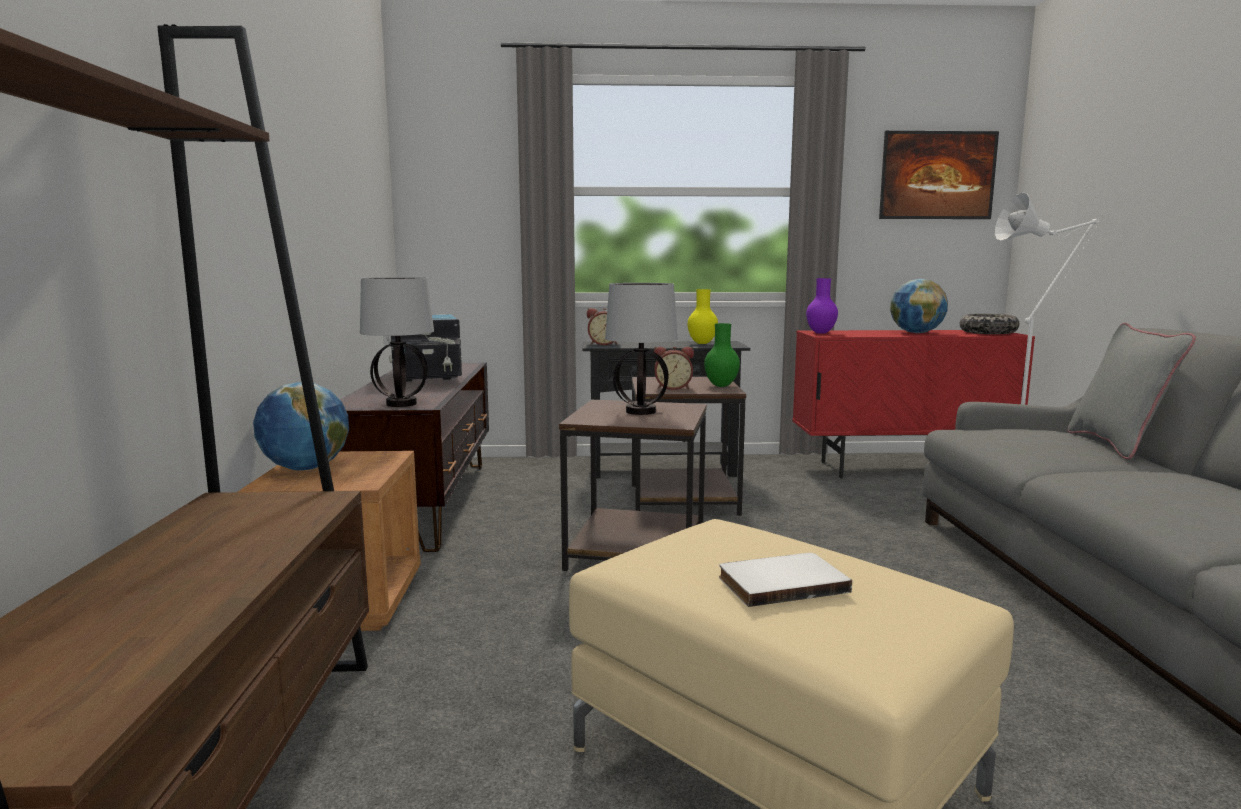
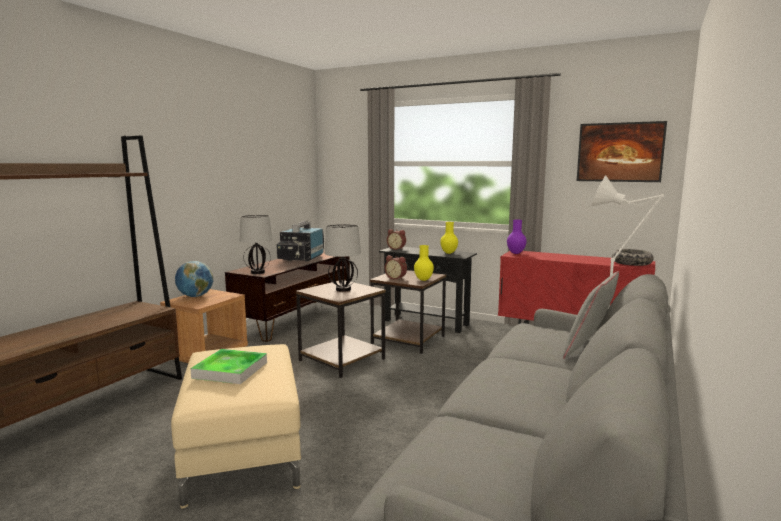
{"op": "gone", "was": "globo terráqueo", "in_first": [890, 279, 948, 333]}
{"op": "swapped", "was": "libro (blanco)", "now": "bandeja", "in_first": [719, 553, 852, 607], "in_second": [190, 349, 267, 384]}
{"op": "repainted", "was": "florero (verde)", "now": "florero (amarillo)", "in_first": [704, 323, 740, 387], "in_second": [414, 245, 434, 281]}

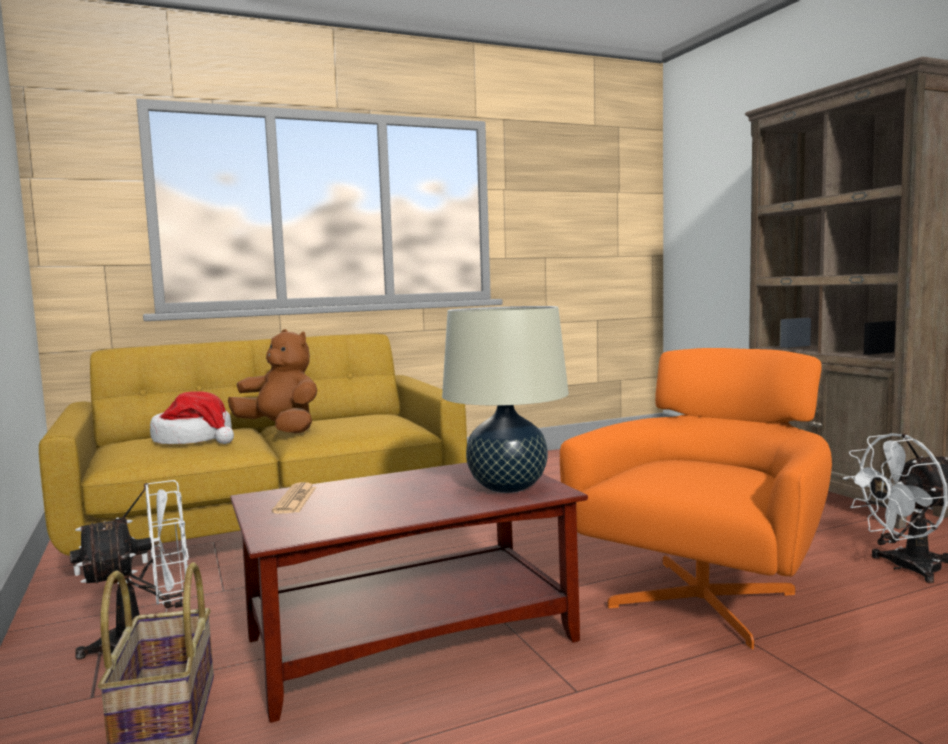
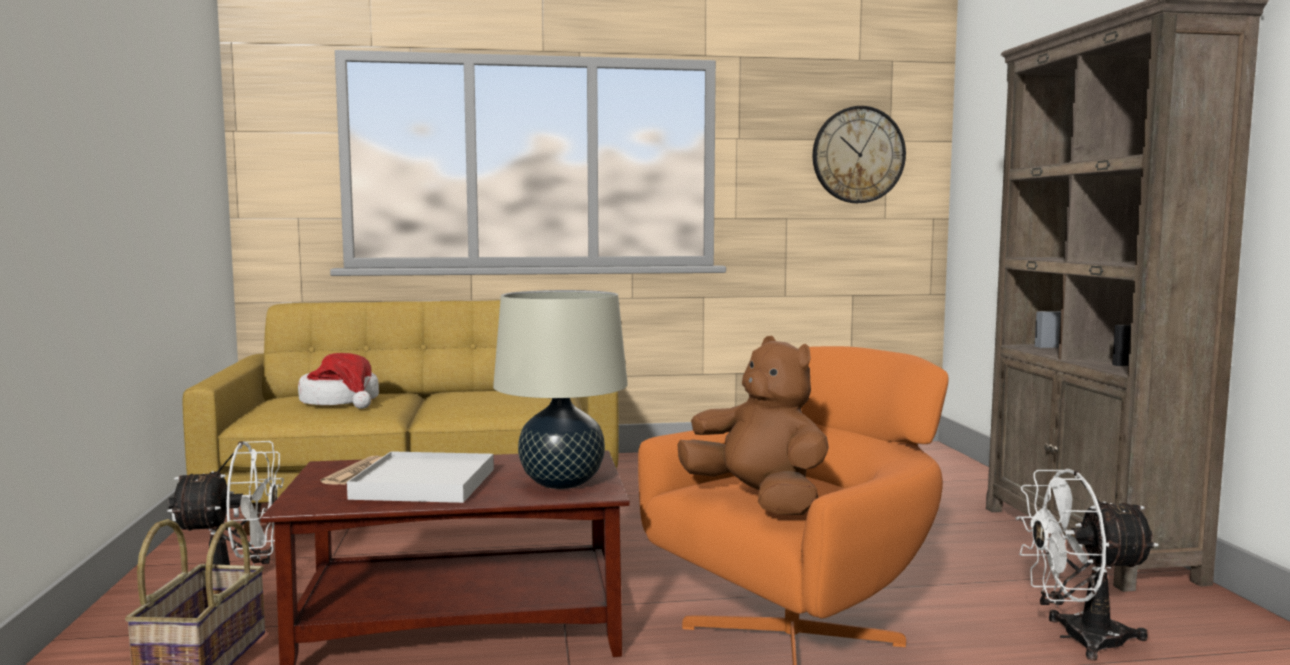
{"op": "new", "now": "bandeja (blanco)", "in_second": [347, 451, 494, 503]}
{"op": "new", "now": "reloj de pared", "in_second": [813, 106, 906, 203]}
{"op": "shifted", "was": "peluche (marrón)", "in_first": [228, 329, 317, 434], "in_second": [678, 336, 829, 515]}

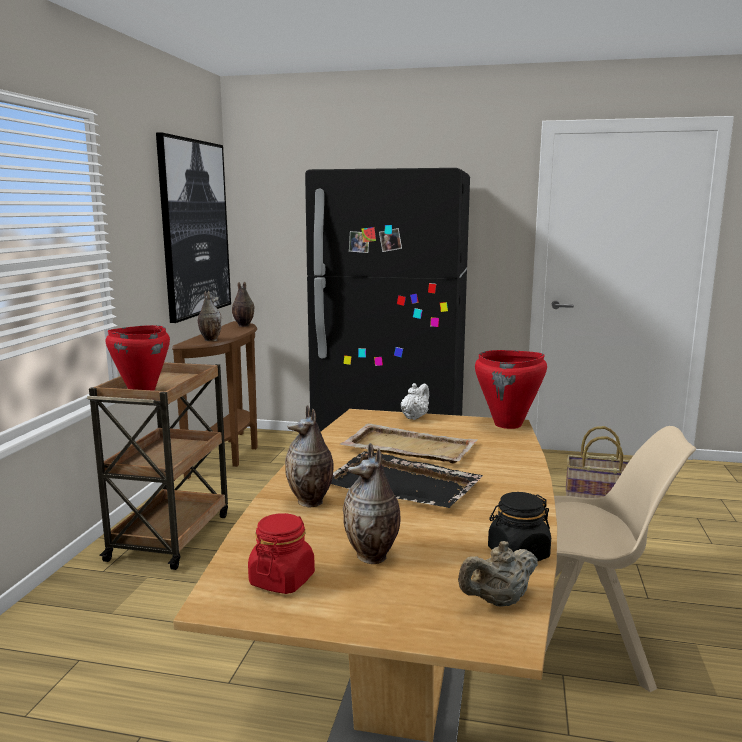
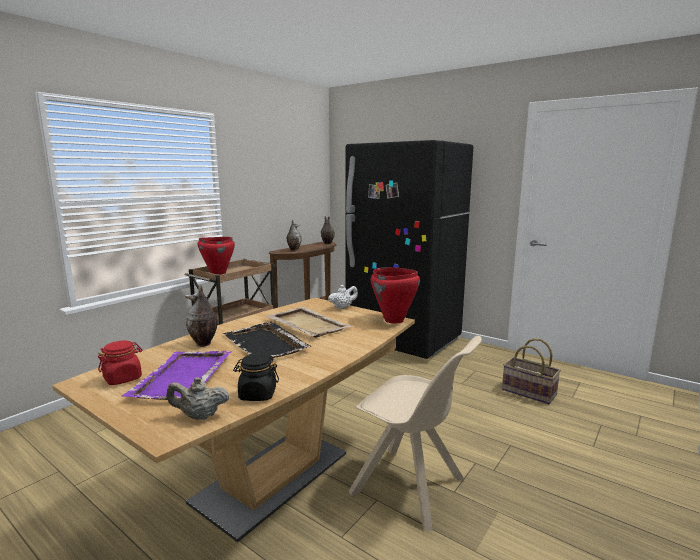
{"op": "gone", "was": "cuadro", "in_first": [156, 132, 231, 323]}
{"op": "swapped", "was": "florero", "now": "bandeja (morado)", "in_first": [343, 443, 400, 564], "in_second": [121, 351, 232, 400]}

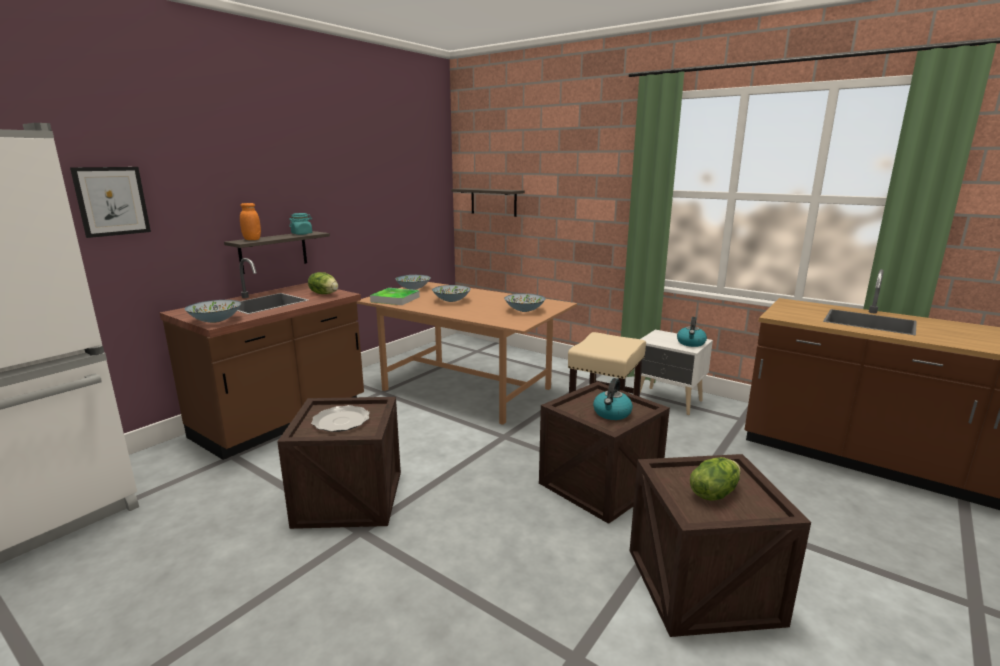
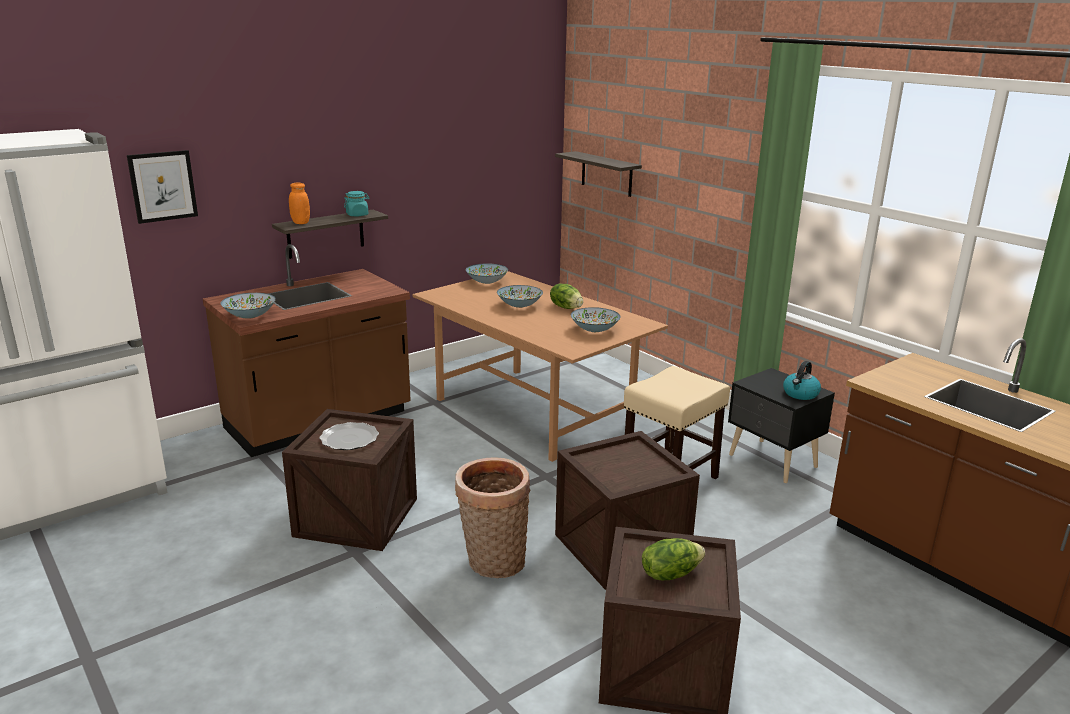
{"op": "gone", "was": "bandeja", "in_first": [370, 288, 420, 305]}
{"op": "gone", "was": "hervidor", "in_first": [593, 378, 633, 420]}
{"op": "new", "now": "cesta", "in_second": [455, 458, 531, 578]}
{"op": "shifted", "was": "lechuga", "in_first": [308, 272, 338, 294], "in_second": [550, 284, 583, 309]}
{"op": "repainted", "was": "mesita de noche (blanco)", "now": "mesita de noche (negro)", "in_first": [634, 330, 713, 415], "in_second": [728, 368, 835, 483]}

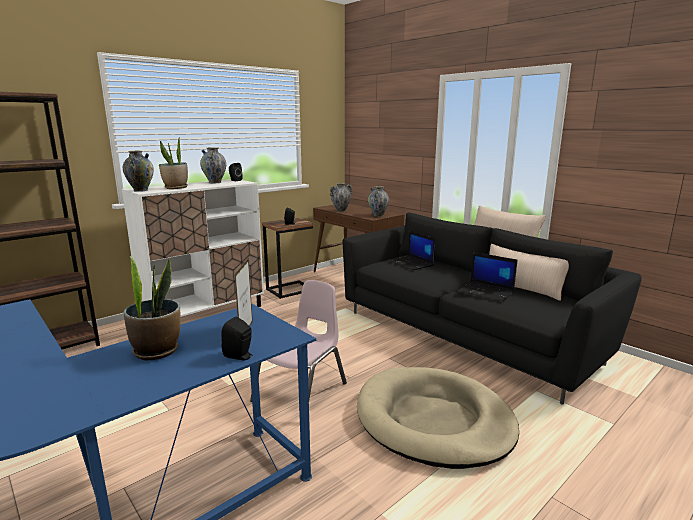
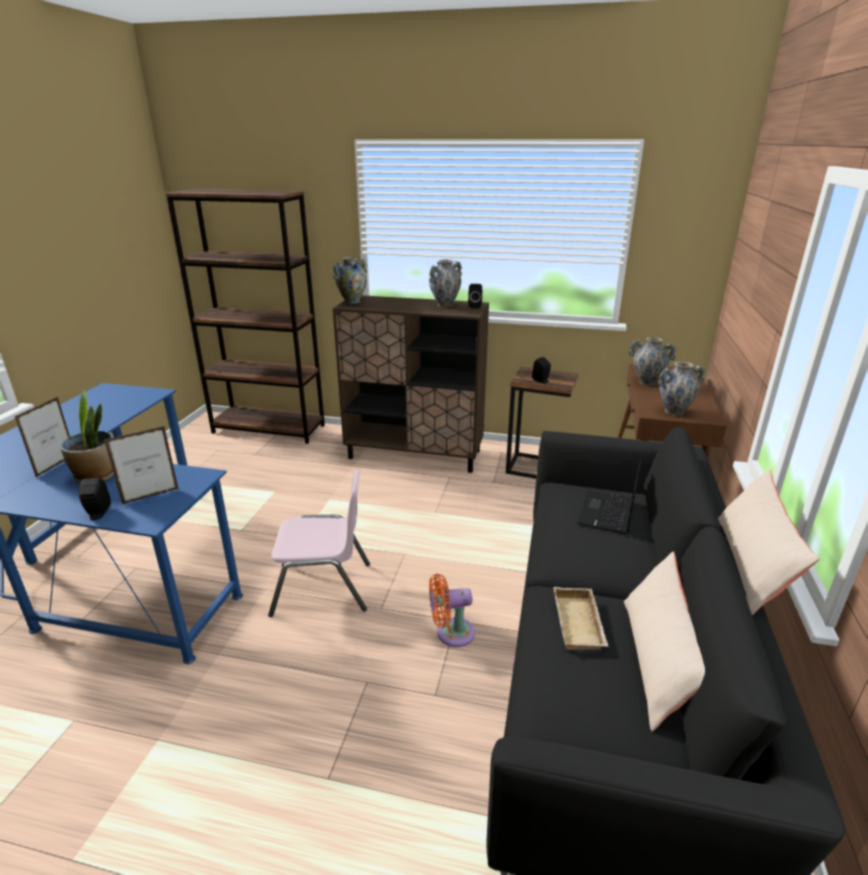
{"op": "gone", "was": "planta en maceta", "in_first": [159, 138, 188, 189]}
{"op": "gone", "was": "cama para perro (beis)", "in_first": [357, 367, 519, 469]}
{"op": "new", "now": "portarretratos", "in_second": [15, 397, 70, 477]}
{"op": "new", "now": "ventilador (naranja)", "in_second": [429, 574, 475, 647]}
{"op": "swapped", "was": "portátil", "now": "bandeja (beis)", "in_first": [458, 252, 517, 302], "in_second": [554, 587, 608, 650]}
{"op": "repainted", "was": "armario (blanco)", "now": "armario (marrón)", "in_first": [122, 179, 264, 317], "in_second": [333, 295, 489, 473]}

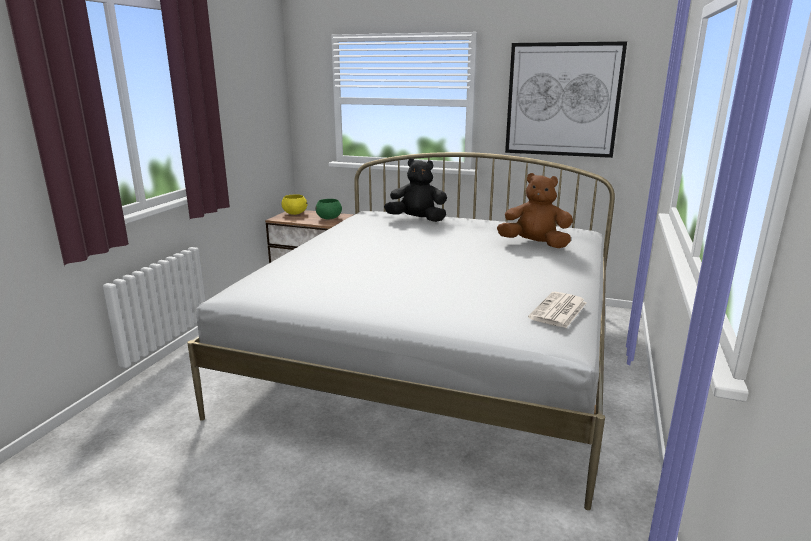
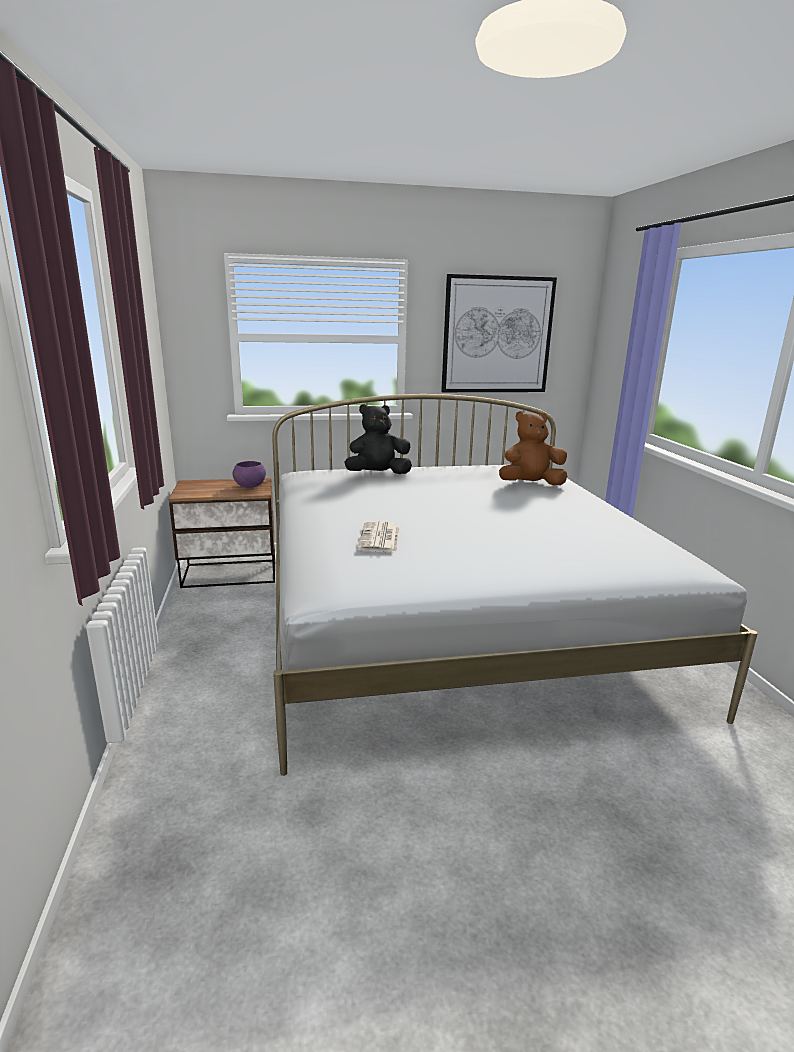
{"op": "gone", "was": "cuenco (amarillo)", "in_first": [281, 195, 307, 215]}
{"op": "shifted", "was": "periódico", "in_first": [528, 292, 587, 328], "in_second": [357, 521, 400, 553]}
{"op": "repainted", "was": "cuenco (verde)", "now": "cuenco (morado)", "in_first": [316, 199, 342, 220], "in_second": [232, 461, 266, 488]}

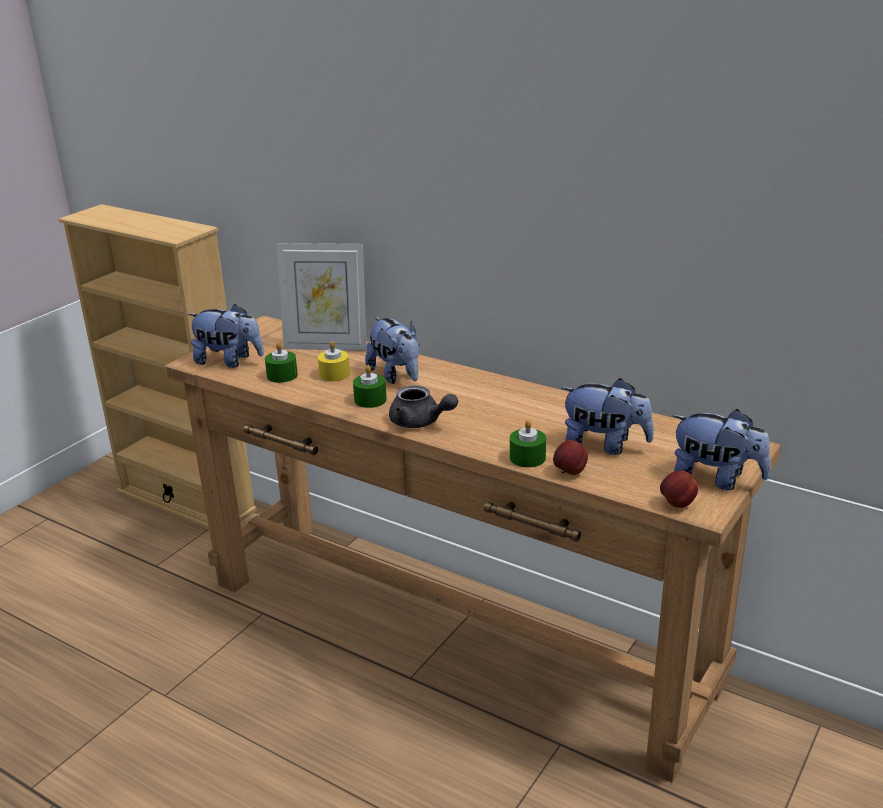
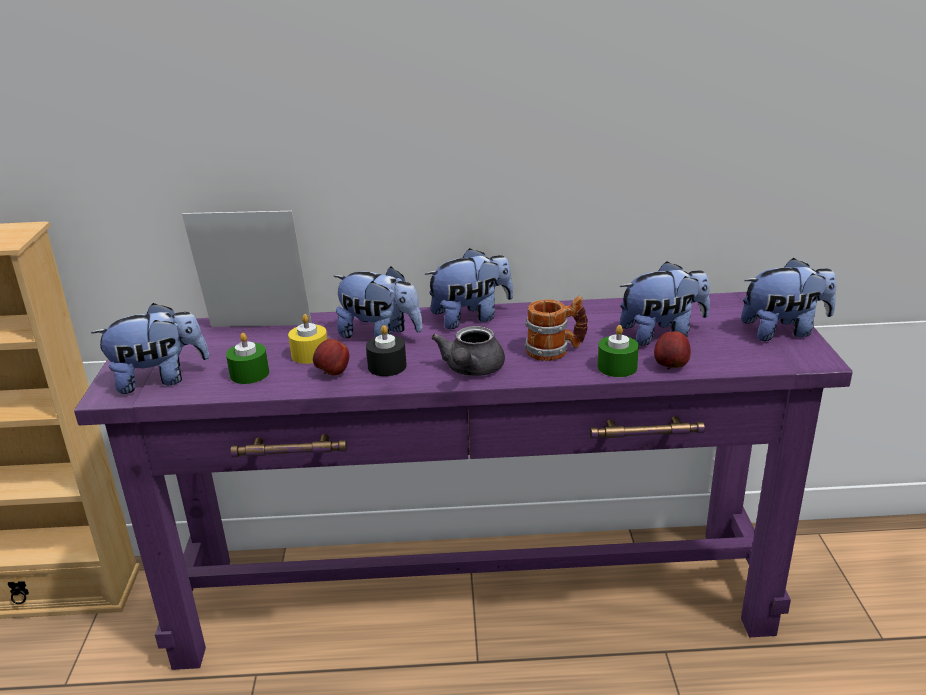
{"op": "new", "now": "peluche", "in_second": [425, 248, 513, 329]}
{"op": "new", "now": "taza grande", "in_second": [525, 296, 588, 361]}
{"op": "shifted", "was": "manzana", "in_first": [660, 470, 699, 508], "in_second": [313, 339, 349, 376]}
{"op": "repainted", "was": "mesa consola (marrón)", "now": "mesa consola (morado)", "in_first": [165, 316, 781, 783], "in_second": [74, 292, 853, 670]}
{"op": "repainted", "was": "vela (verde)", "now": "vela (negro)", "in_first": [353, 365, 387, 408], "in_second": [366, 325, 407, 376]}
{"op": "rotated", "was": "portarretratos", "in_first": [277, 243, 367, 351], "in_second": [182, 211, 312, 327], "clockwise": -150}
{"op": "rotated", "was": "tetera (gris)", "in_first": [389, 385, 458, 428], "in_second": [431, 326, 505, 376], "clockwise": 105}

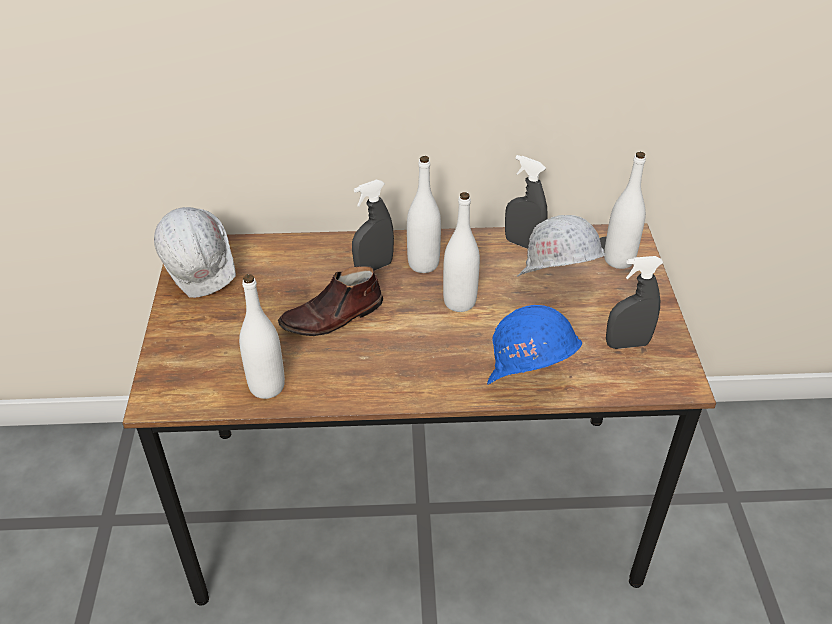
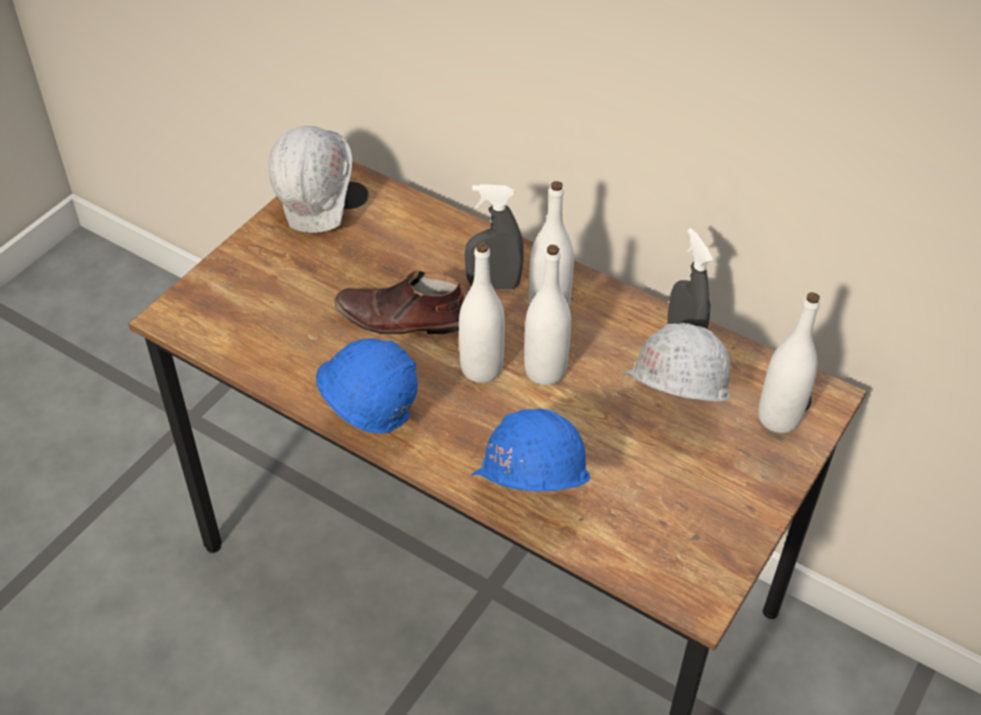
{"op": "gone", "was": "pulverizador (gris)", "in_first": [606, 256, 663, 349]}
{"op": "new", "now": "casco (azul)", "in_second": [316, 338, 418, 435]}
{"op": "shifted", "was": "botella (blanco)", "in_first": [239, 274, 285, 399], "in_second": [459, 242, 505, 383]}

